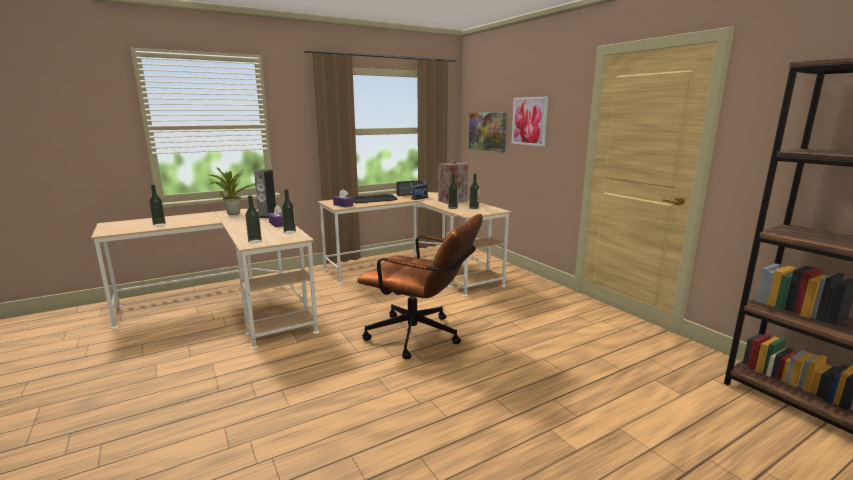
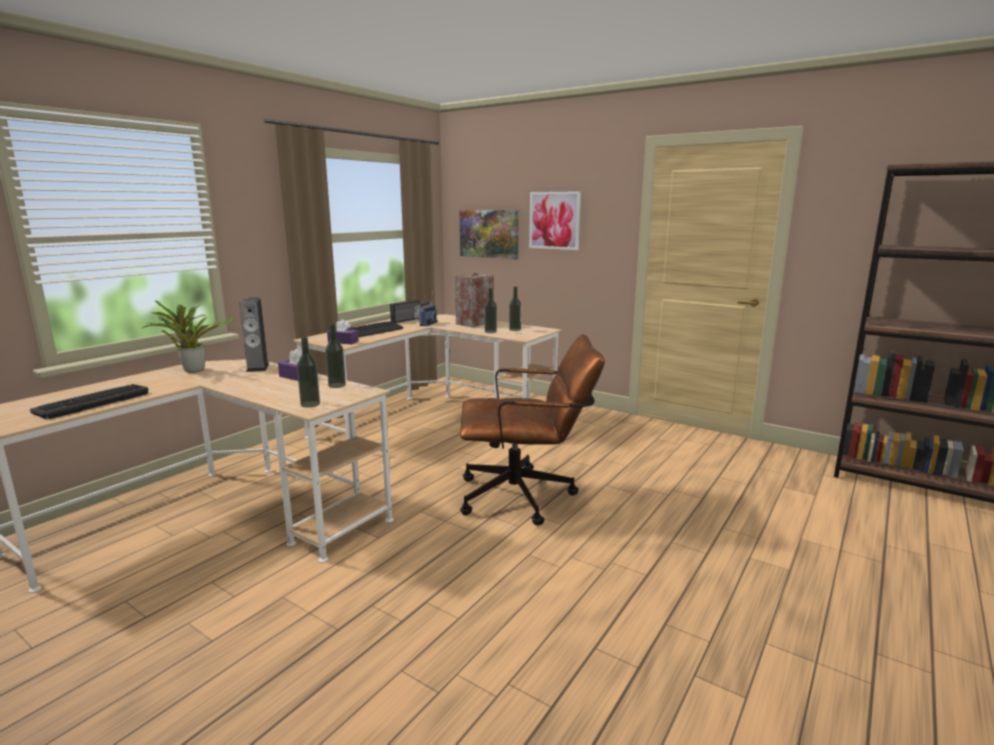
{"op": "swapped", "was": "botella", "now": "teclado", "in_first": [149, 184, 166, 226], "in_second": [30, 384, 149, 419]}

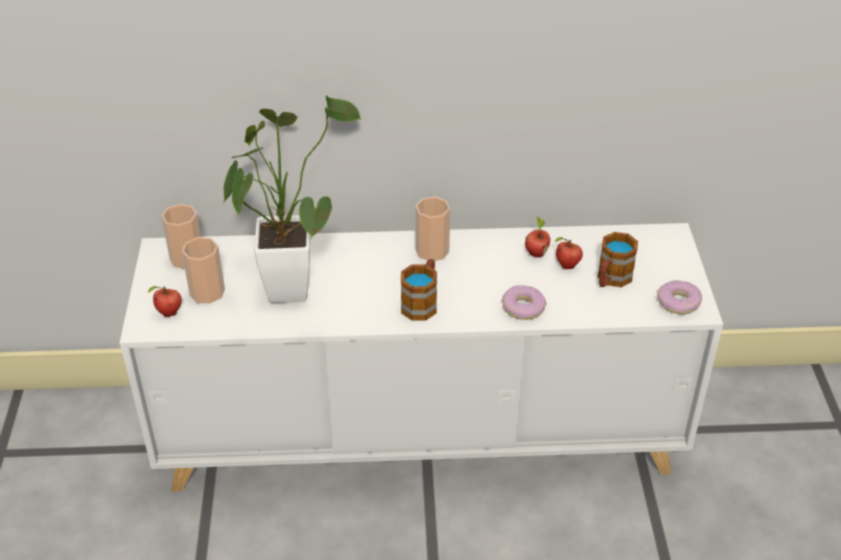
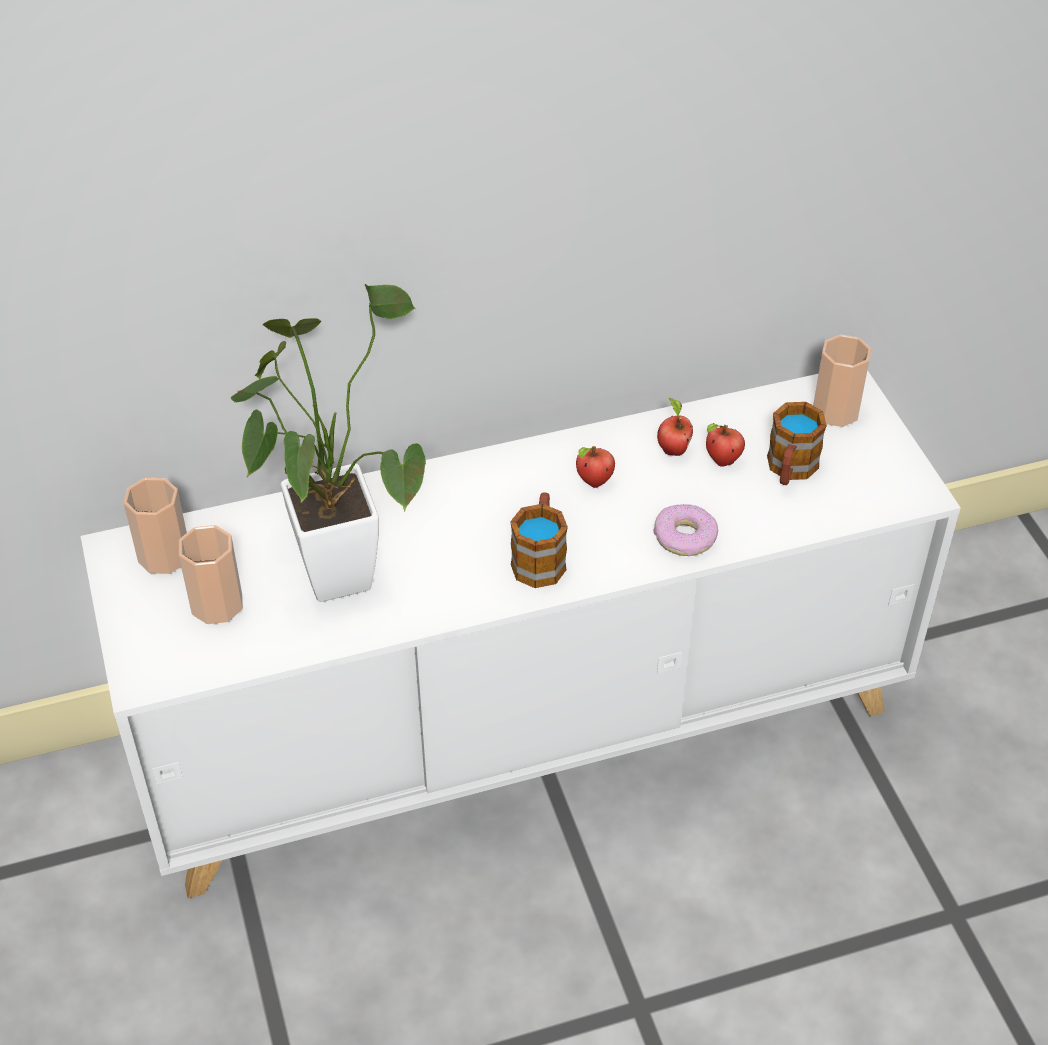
{"op": "gone", "was": "rosquilla", "in_first": [657, 280, 702, 314]}
{"op": "shifted", "was": "manzana", "in_first": [148, 286, 182, 317], "in_second": [576, 446, 615, 488]}
{"op": "shifted", "was": "taza", "in_first": [415, 197, 450, 261], "in_second": [813, 334, 871, 427]}

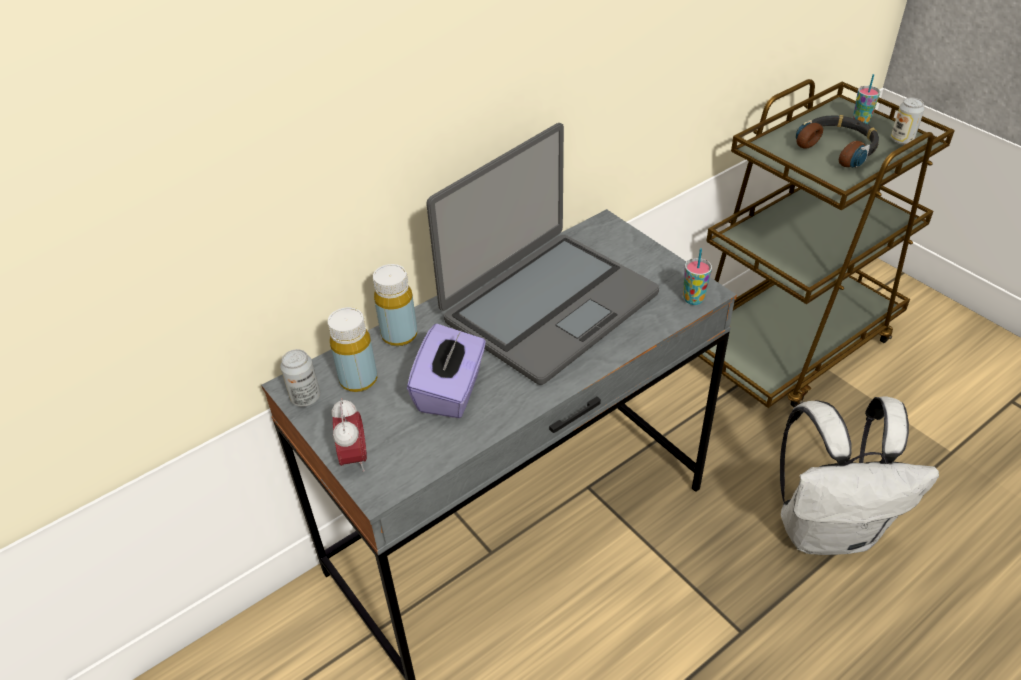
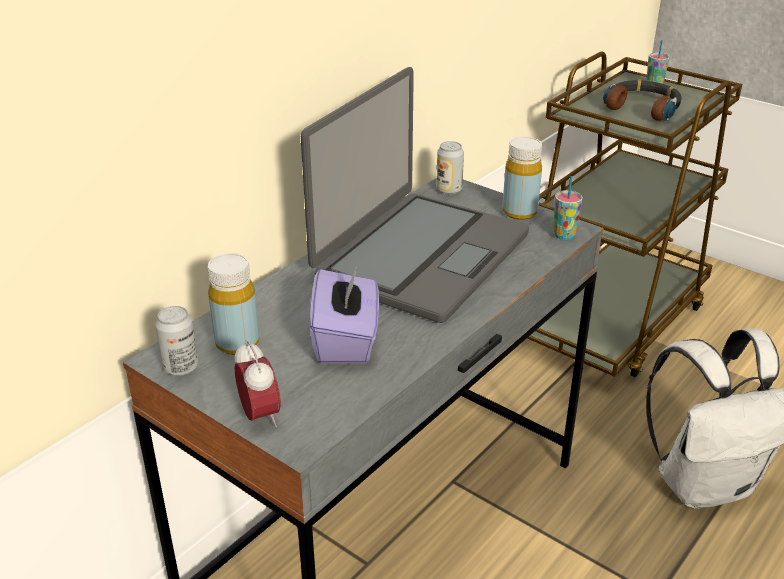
{"op": "shifted", "was": "botella (amarillo)", "in_first": [373, 264, 417, 346], "in_second": [502, 136, 542, 220]}
{"op": "shifted", "was": "lata", "in_first": [891, 98, 924, 145], "in_second": [436, 141, 464, 194]}

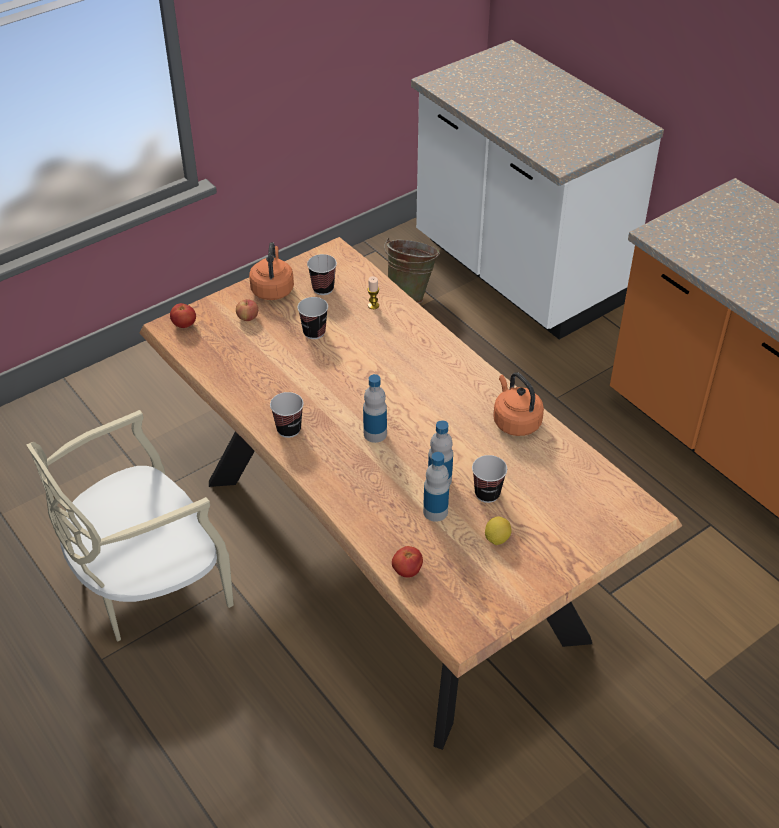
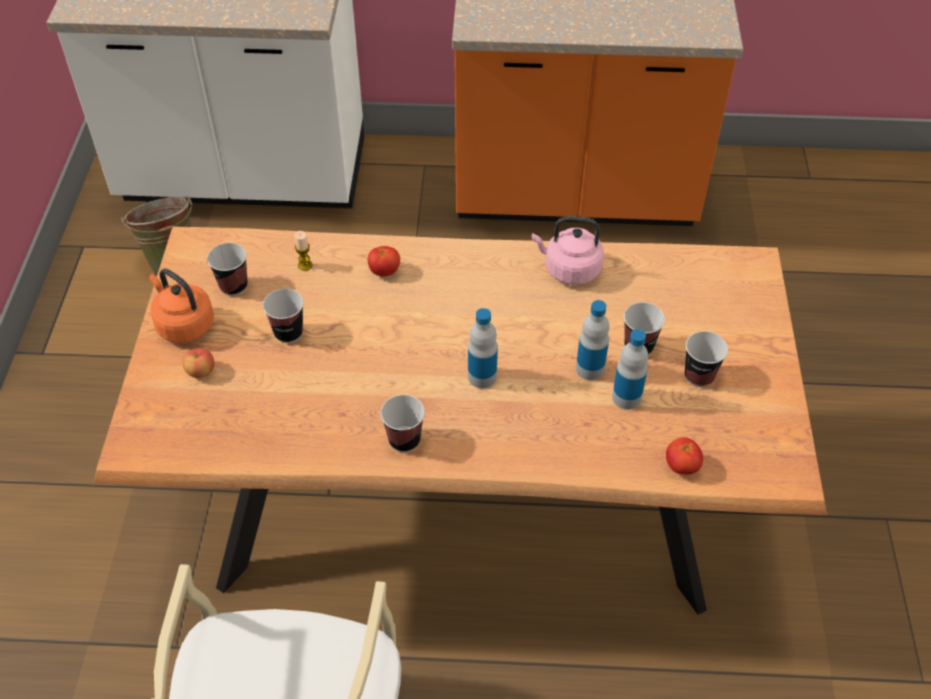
{"op": "shifted", "was": "tomate", "in_first": [170, 303, 196, 328], "in_second": [368, 246, 400, 276]}
{"op": "swapped", "was": "limón", "now": "taza", "in_first": [485, 516, 512, 545], "in_second": [685, 331, 728, 387]}
{"op": "repainted", "was": "hervidor (naranja)", "now": "hervidor (rosa)", "in_first": [493, 372, 544, 436], "in_second": [532, 216, 604, 285]}

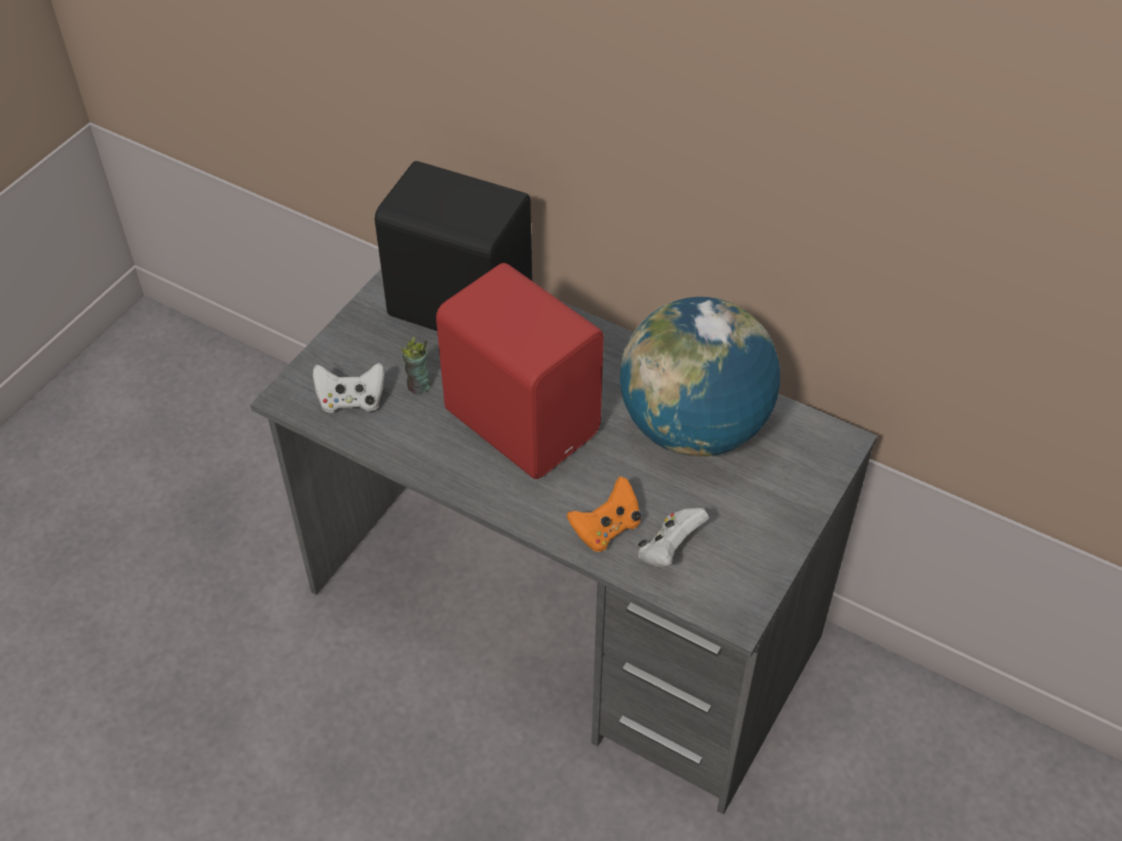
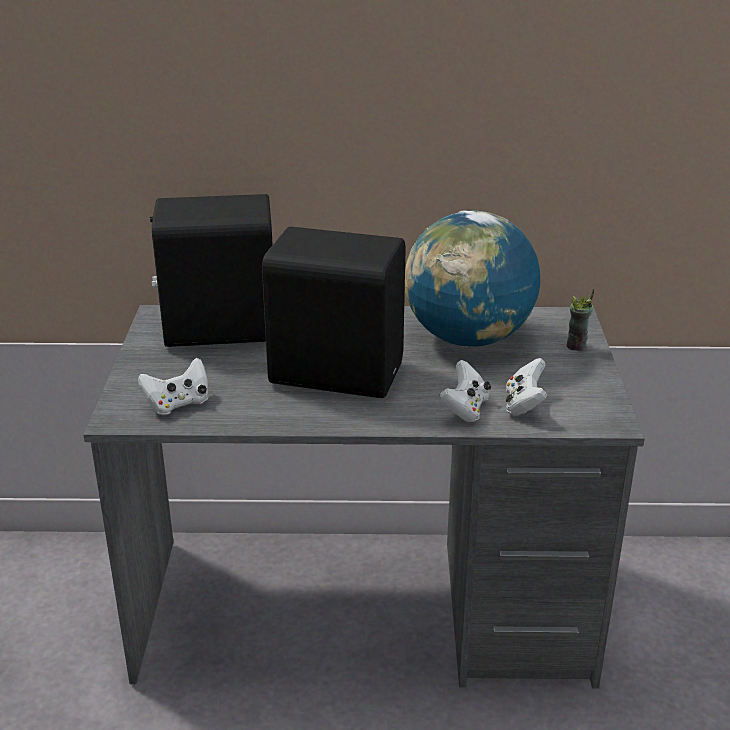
{"op": "shifted", "was": "taza", "in_first": [401, 337, 430, 395], "in_second": [566, 289, 594, 351]}
{"op": "repainted", "was": "altavoz (rojo)", "now": "altavoz (negro)", "in_first": [436, 263, 604, 479], "in_second": [262, 227, 406, 398]}
{"op": "repainted", "was": "mando de consola (naranja)", "now": "mando de consola (blanco)", "in_first": [567, 477, 641, 552], "in_second": [440, 360, 491, 422]}

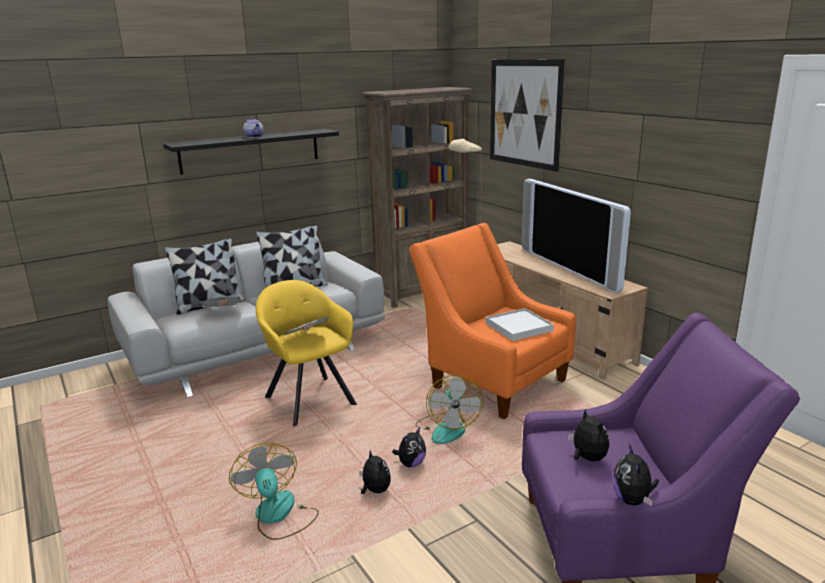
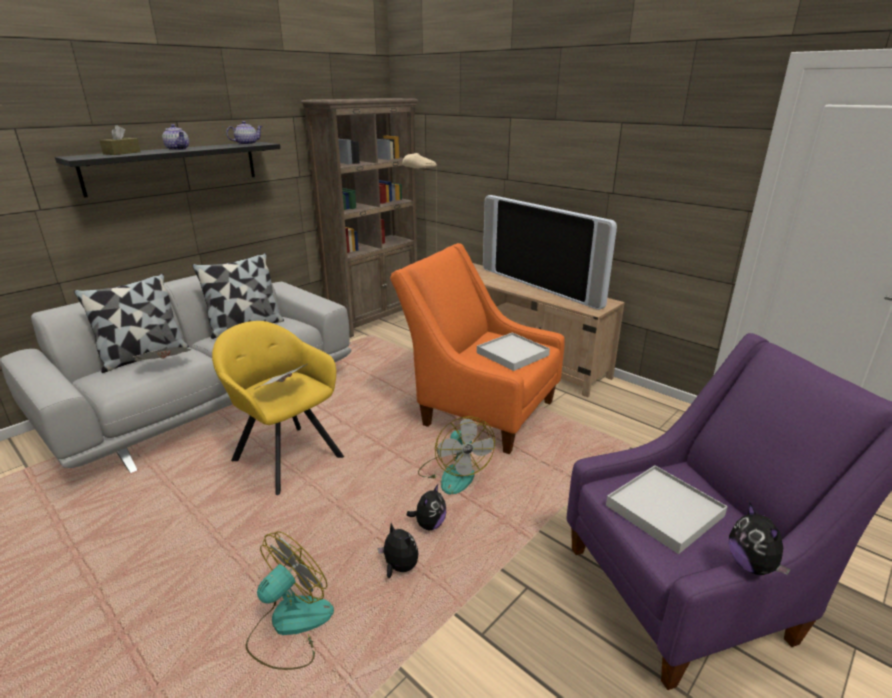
{"op": "gone", "was": "cuadro", "in_first": [490, 59, 565, 172]}
{"op": "new", "now": "caja de pañuelos (marrón)", "in_second": [99, 125, 141, 155]}
{"op": "new", "now": "tetera", "in_second": [226, 121, 263, 145]}
{"op": "swapped", "was": "peluche", "now": "bandeja (blanco)", "in_first": [568, 409, 609, 461], "in_second": [606, 465, 728, 554]}
{"op": "rotated", "was": "ventilador", "in_first": [229, 442, 319, 540], "in_second": [246, 531, 334, 670], "clockwise": 75}

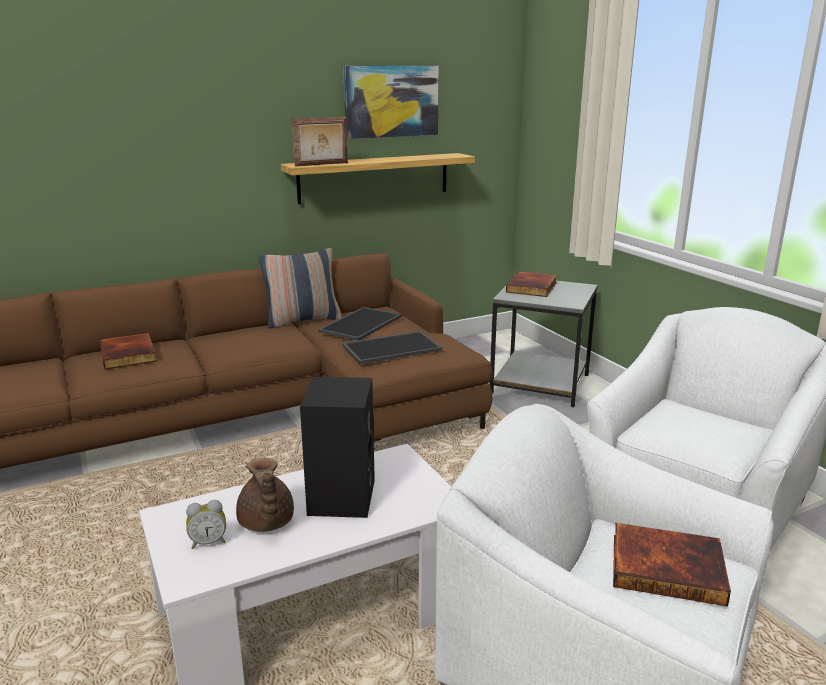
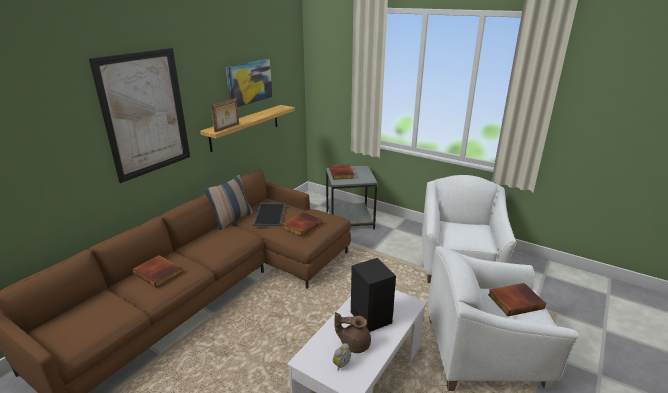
{"op": "new", "now": "cuadro", "in_second": [89, 48, 190, 183]}
{"op": "swapped", "was": "bandeja", "now": "libro", "in_first": [342, 331, 442, 364], "in_second": [282, 212, 322, 236]}
{"op": "rotated", "was": "tetera (marrón)", "in_first": [236, 458, 294, 532], "in_second": [334, 312, 371, 353], "clockwise": 150}

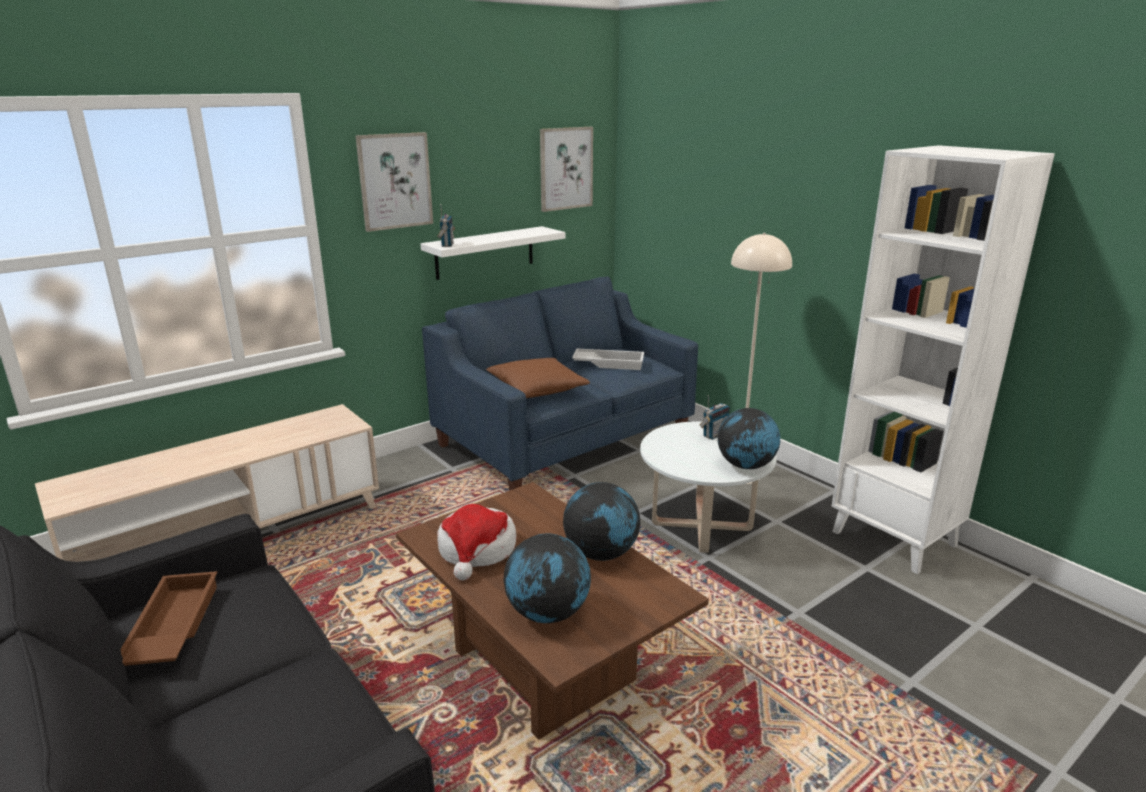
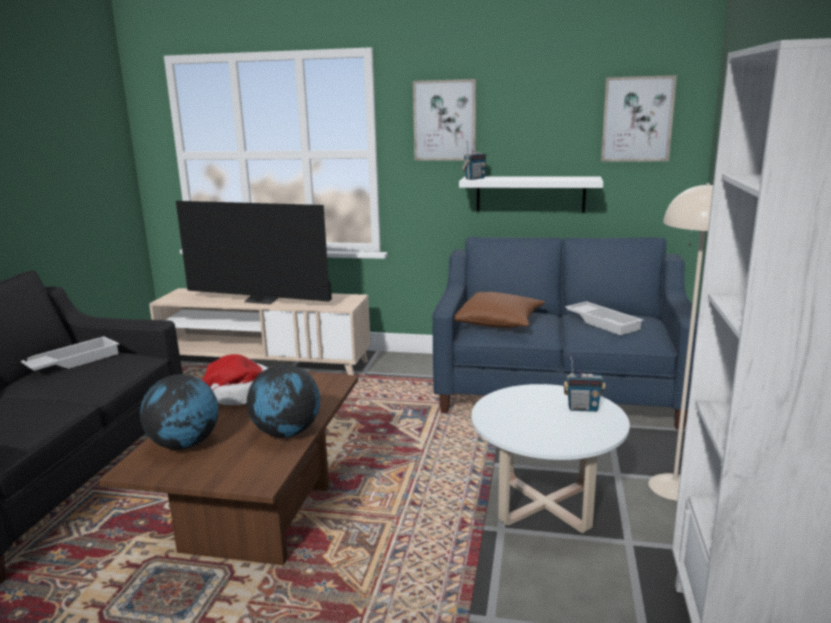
{"op": "gone", "was": "globo terráqueo", "in_first": [718, 408, 780, 469]}
{"op": "new", "now": "televisor", "in_second": [176, 201, 332, 304]}
{"op": "repainted", "was": "bandeja (marrón)", "now": "bandeja (blanco)", "in_first": [120, 571, 218, 666], "in_second": [21, 336, 119, 371]}

